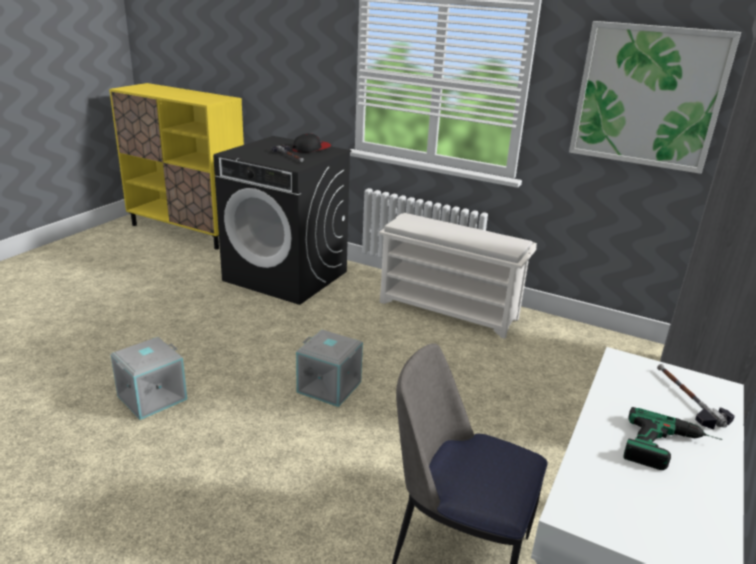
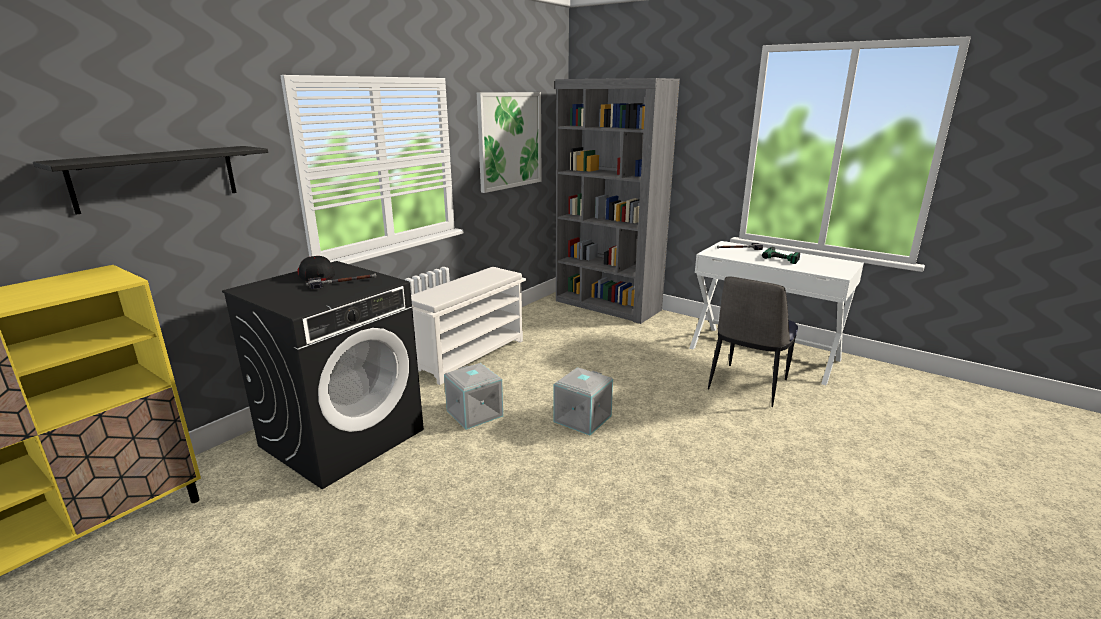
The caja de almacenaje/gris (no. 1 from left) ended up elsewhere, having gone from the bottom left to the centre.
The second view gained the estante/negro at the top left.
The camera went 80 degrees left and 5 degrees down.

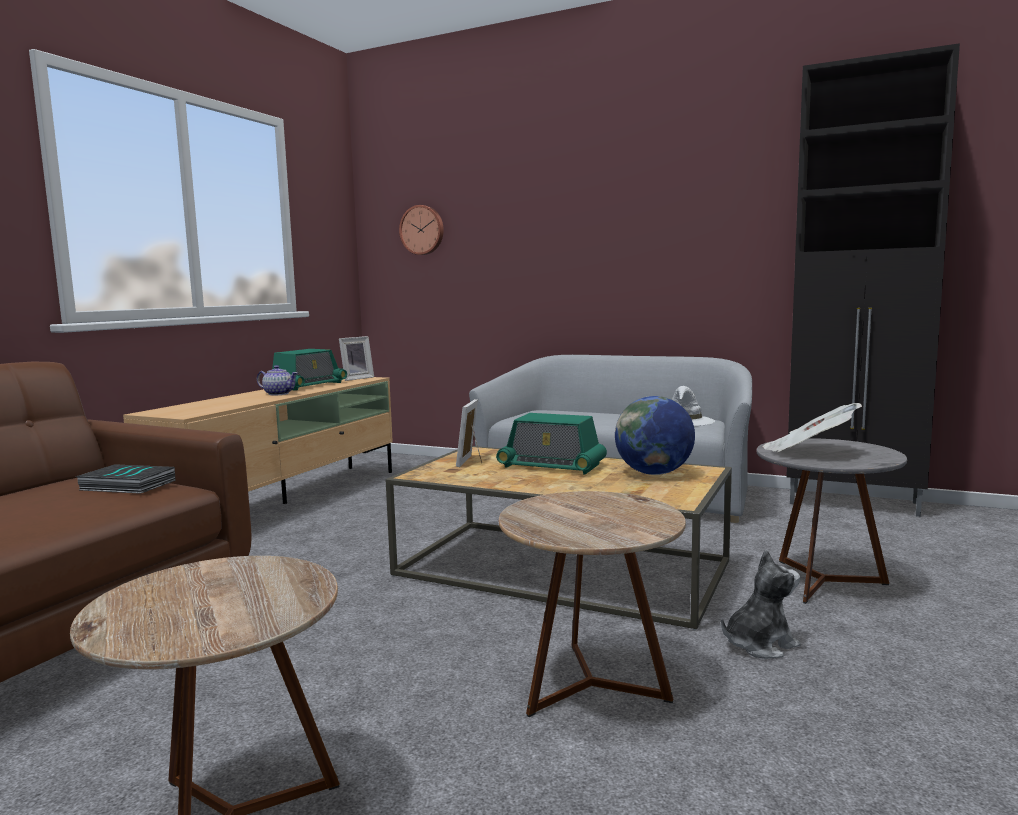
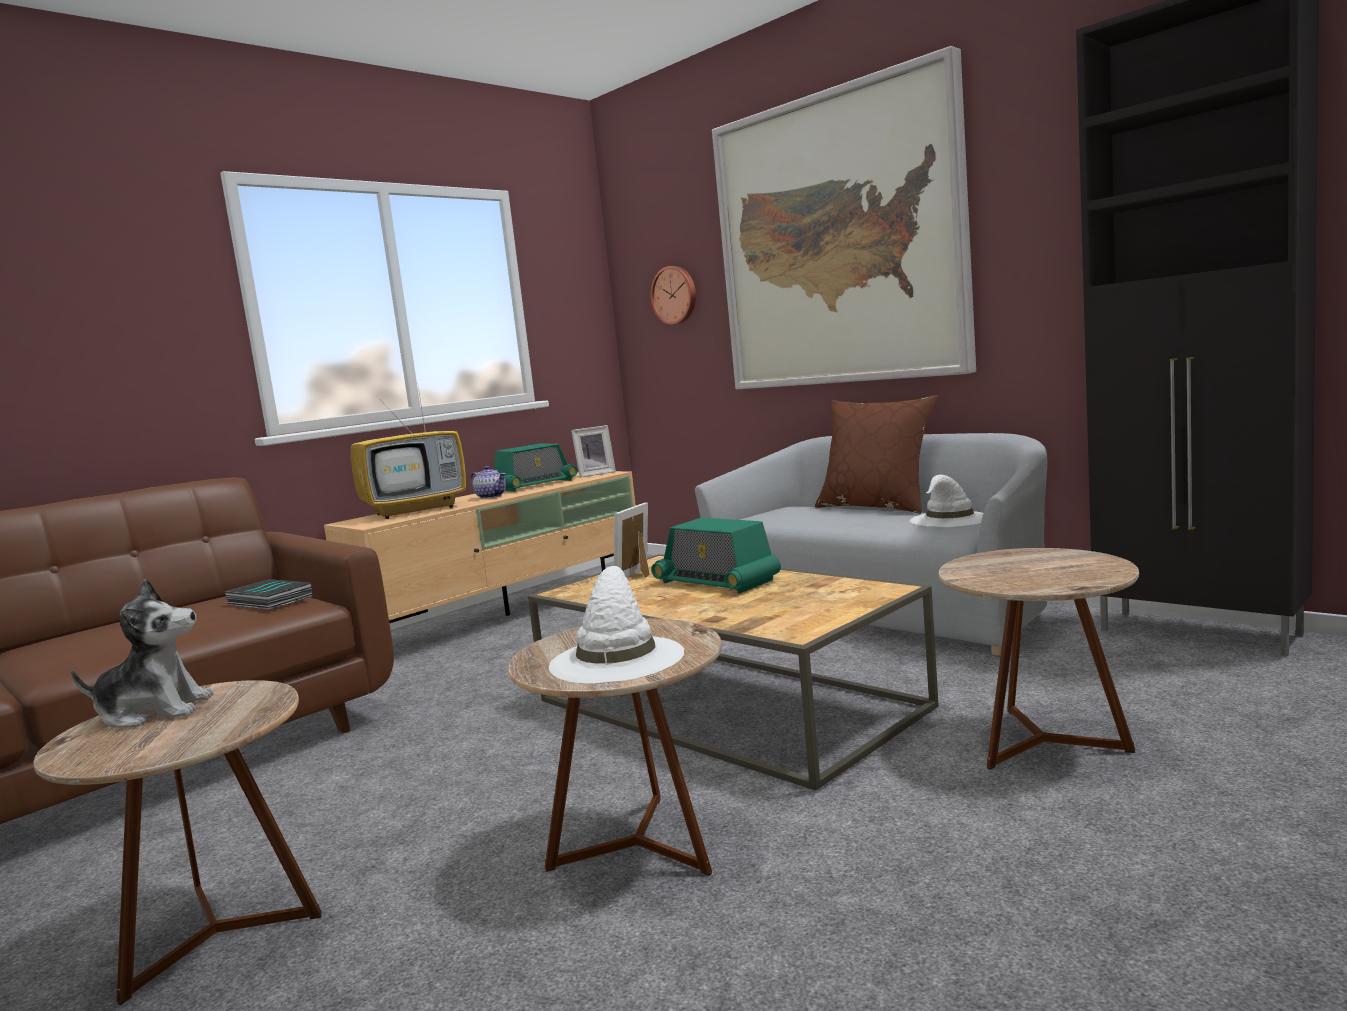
The second view lost the globo terráqueo at the centre.
The second view lost the periódico at the middle right.
What was the mesa auxiliar/gris at the middle right turned into the mesa auxiliar/marrón (no. 3 from left) at the middle right.
The peluche ended up elsewhere, having gone from the bottom right to the middle left.
The second view gained the cuadro at the top centre.
The second view gained the televisor at the middle left.
The second view gained the cojín/marrón at the centre.
The second view gained the sombrero/blanco (no. 1 from left) at the centre.
The camera went 20 degrees right and 0 degrees up.

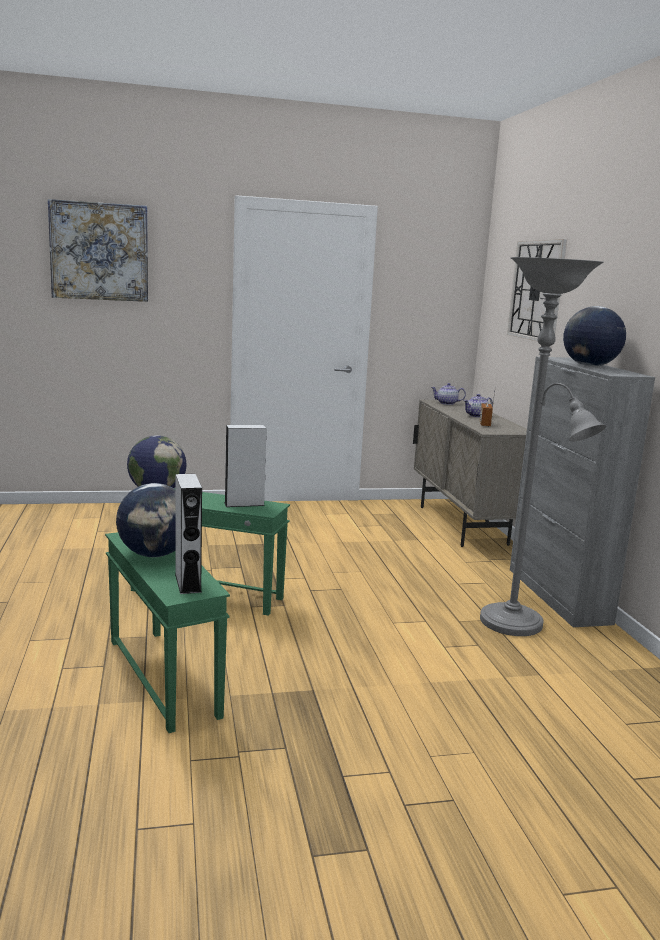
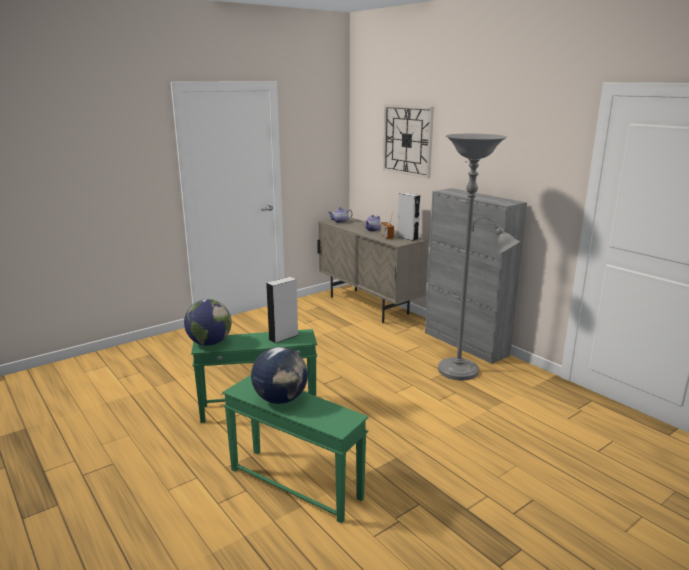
The second view lost the cuadro at the top left.
The second view lost the globo terráqueo (no. 3 from left) at the middle right.
The altavoz/gris (no. 1 from left in the first image) ended up elsewhere, having gone from the middle left to the centre.
The camera went 25 degrees left and 5 degrees up.

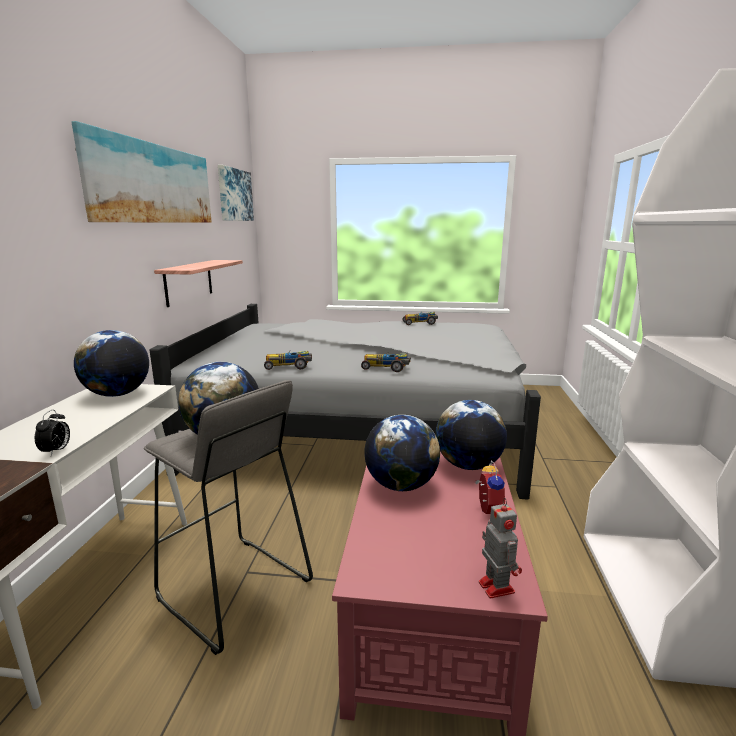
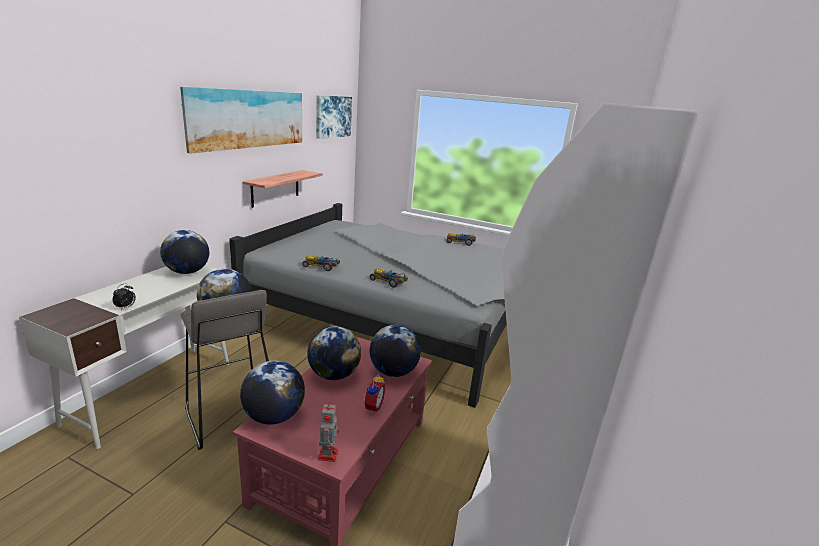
The second view gained the globo terráqueo (no. 3 from left) at the bottom left.
The camera went 15 degrees right and 5 degrees up.

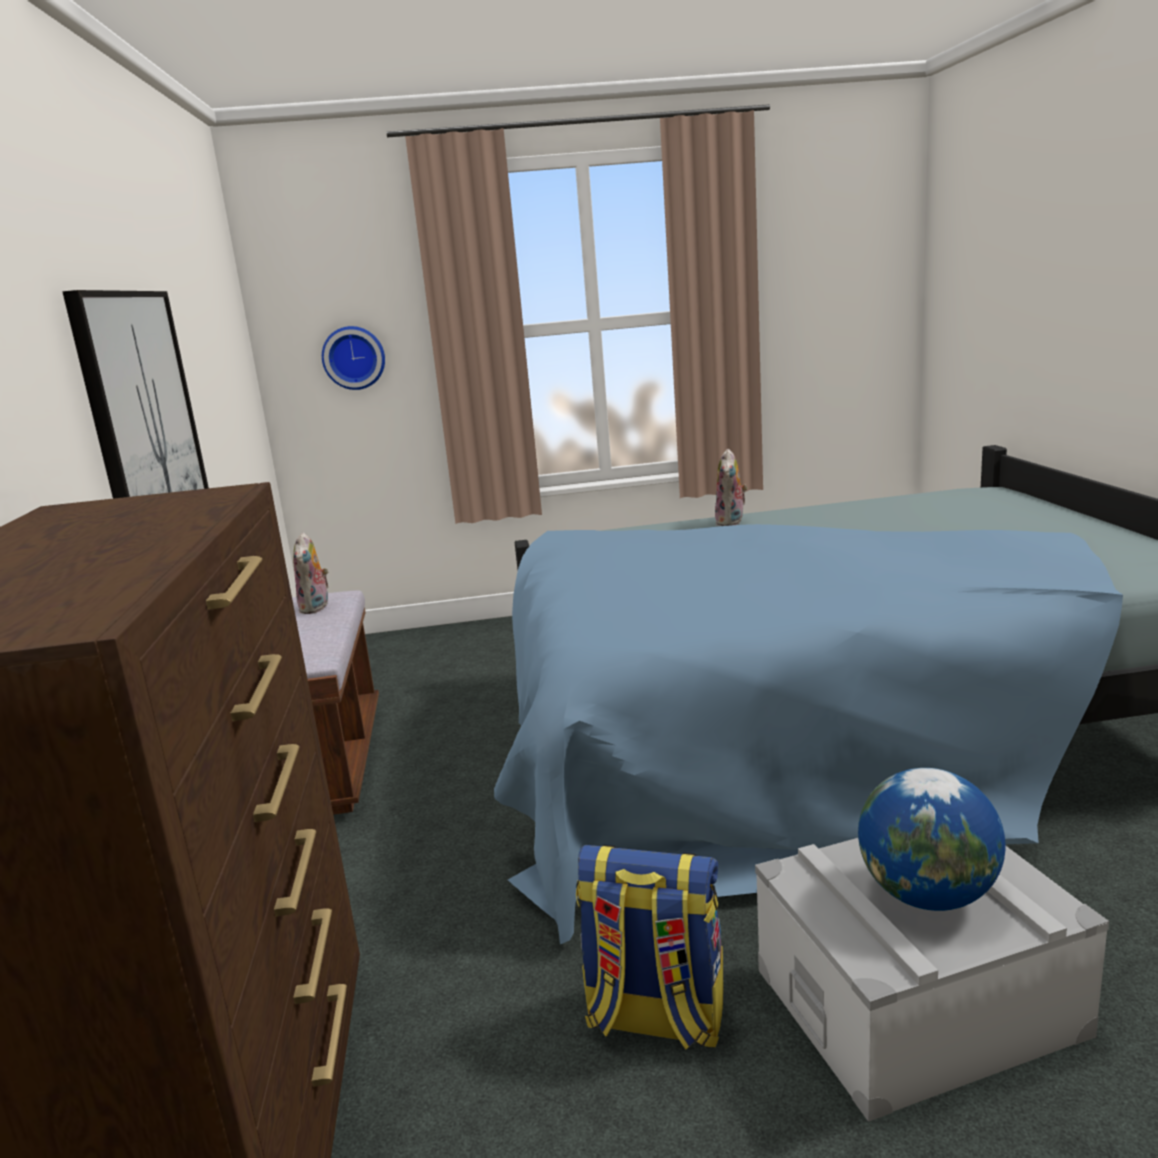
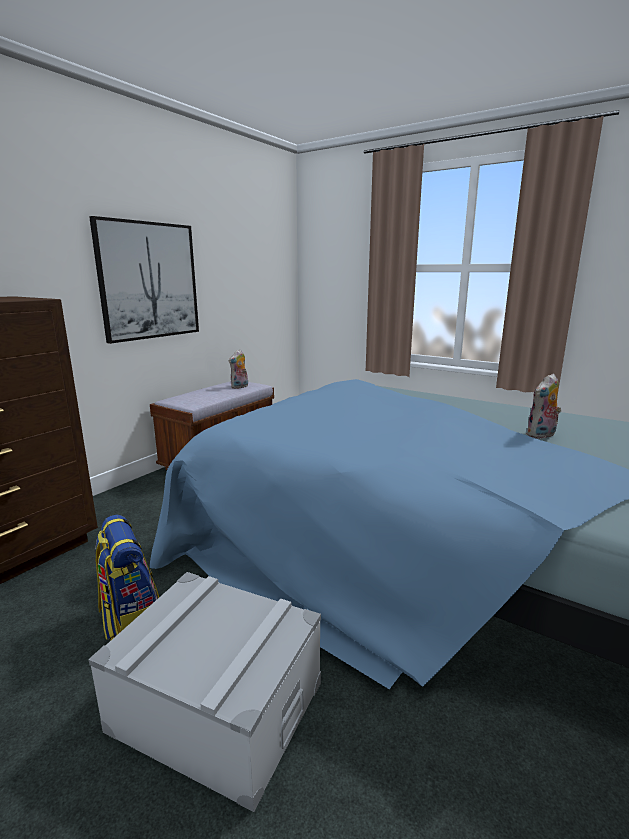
The second view lost the reloj de pared at the top left.
The peluche (no. 2 from left) ended up elsewhere, having gone from the centre to the middle right.
The second view lost the globo terráqueo at the bottom right.
The camera went 40 degrees right and 0 degrees up.

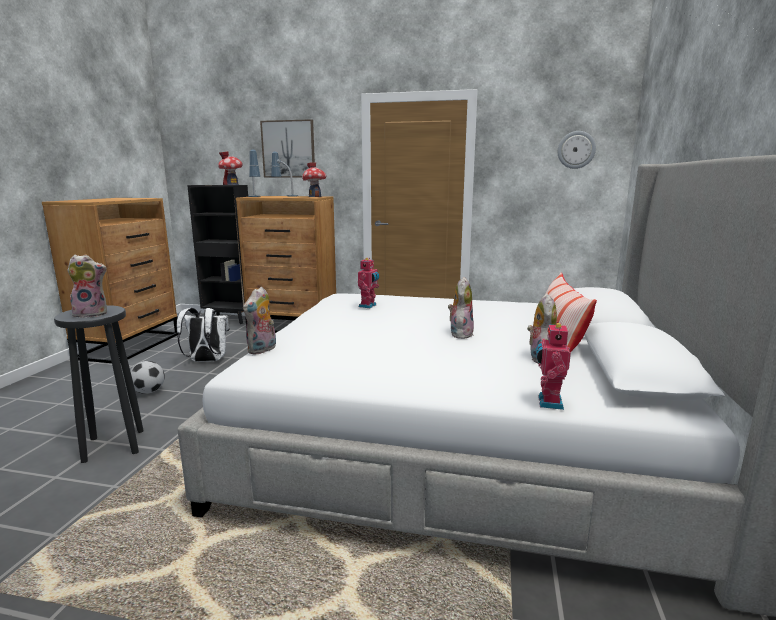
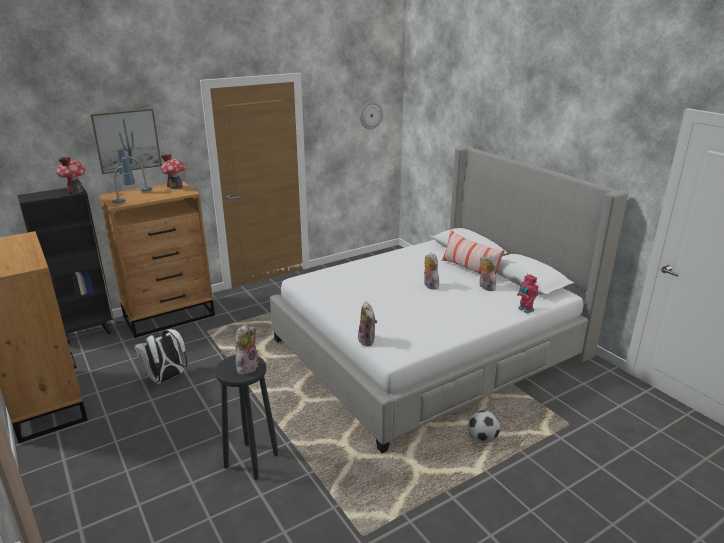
The second view lost the robot de juguete (no. 1 from left) at the centre.
The balón de fútbol ended up elsewhere, having gone from the middle left to the bottom right.
The camera went 45 degrees left and 10 degrees up.

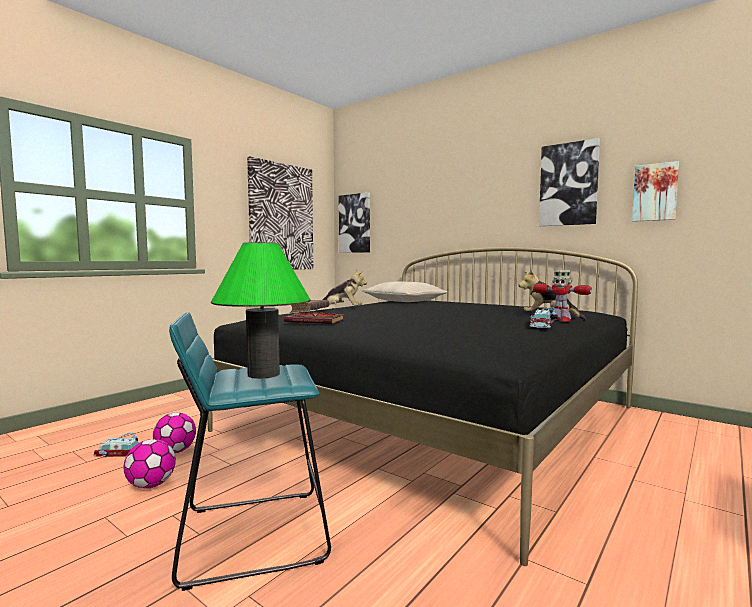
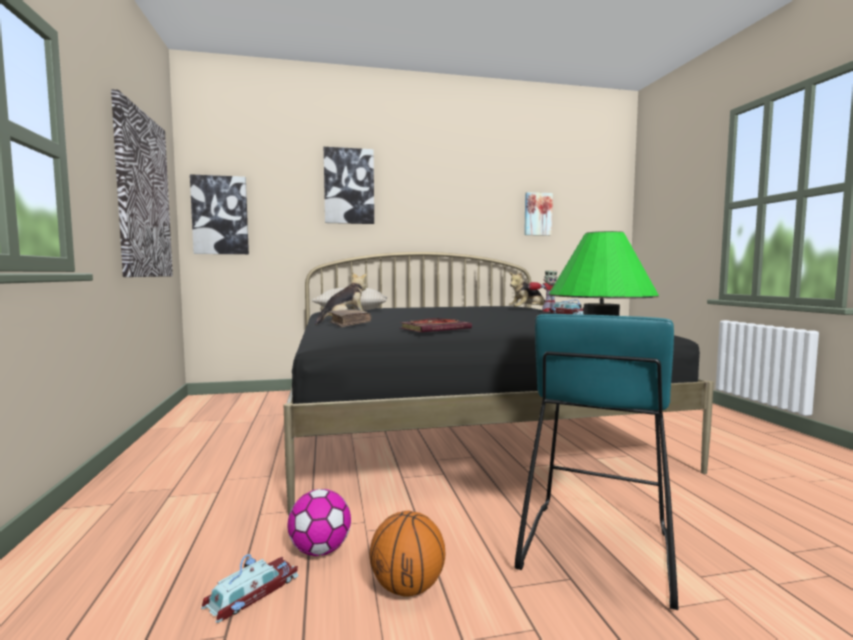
The cuadro (no. 3 from left) ended up elsewhere, having gone from the top right to the top centre.
Where the balón de fútbol (no. 1 from left) stood at the bottom left, the balón de baloncesto came to stand at the bottom centre.
The camera went 50 degrees left and 0 degrees up.

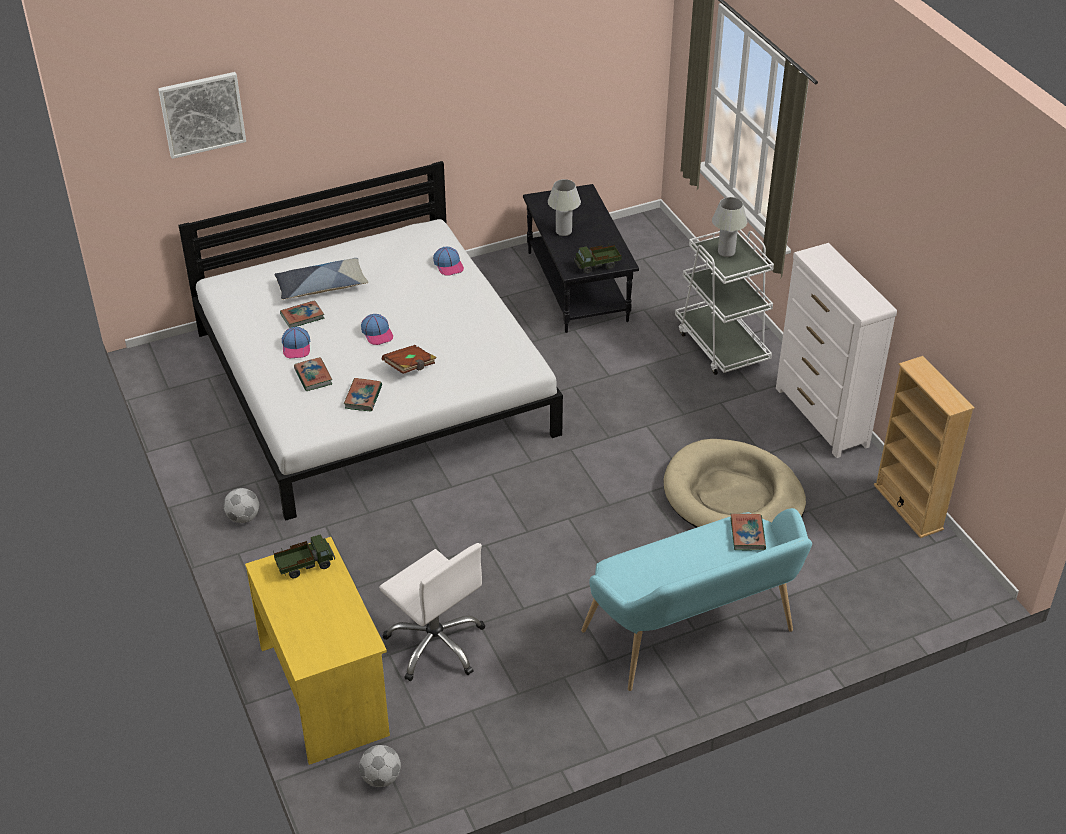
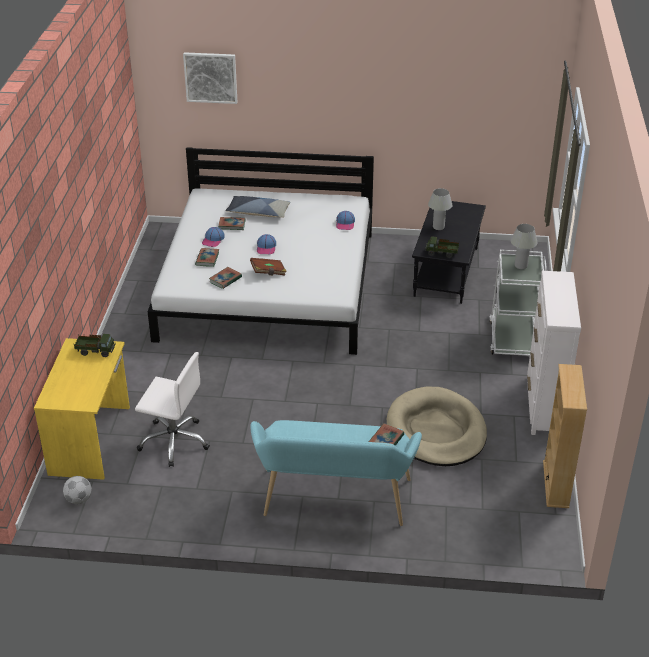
The second view lost the balón de fútbol (no. 1 from left) at the middle left.
The silla de oficina/blanco at the bottom centre ended up facing another way, 60 degrees counterclockwise from before.
The camera went 30 degrees right and 5 degrees down.

